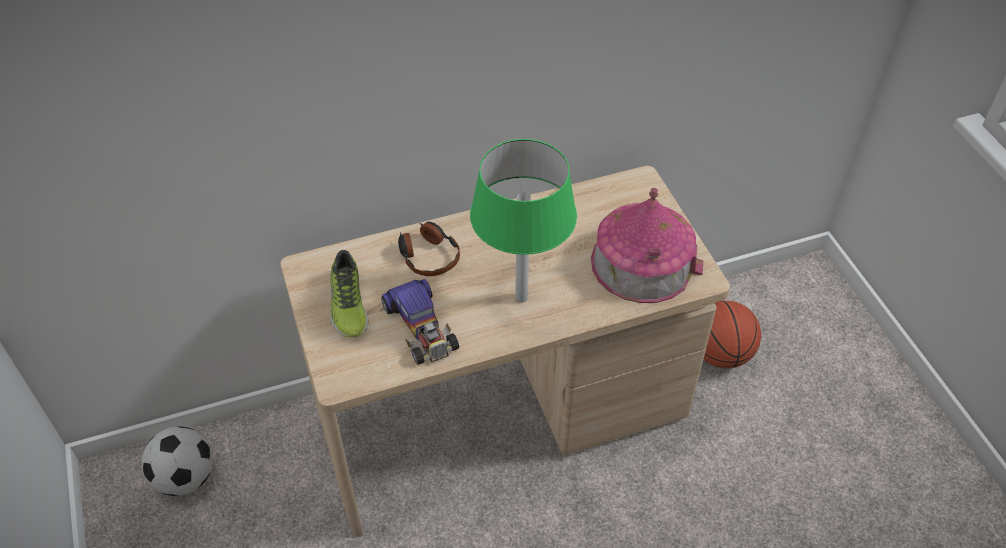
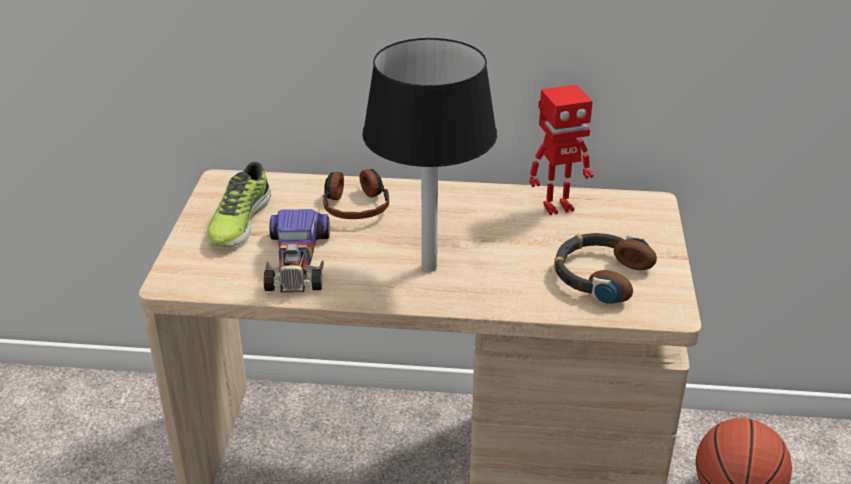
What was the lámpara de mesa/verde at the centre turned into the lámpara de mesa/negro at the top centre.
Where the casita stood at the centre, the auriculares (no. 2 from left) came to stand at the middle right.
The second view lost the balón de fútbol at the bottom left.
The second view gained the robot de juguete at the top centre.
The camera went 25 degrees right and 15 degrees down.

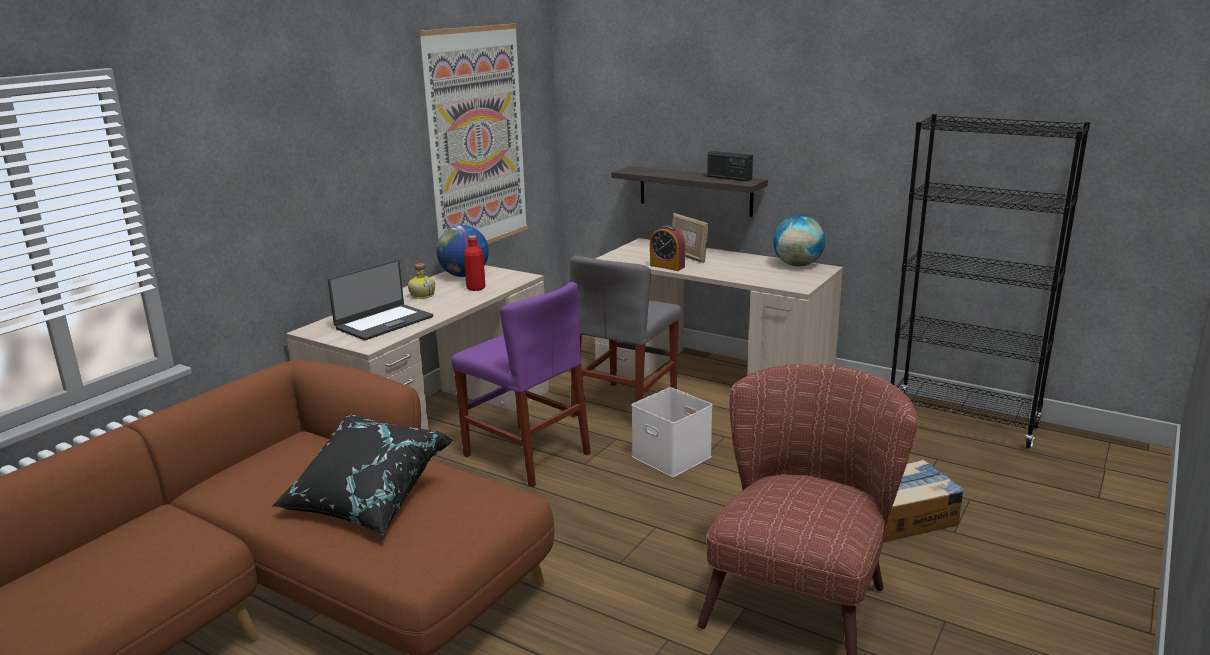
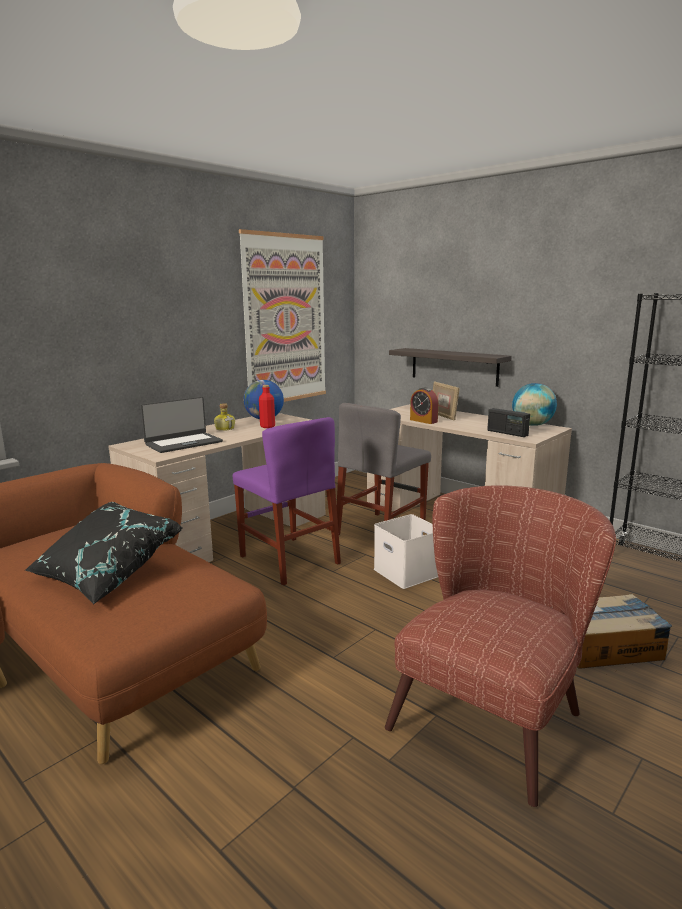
The radio ended up elsewhere, having gone from the top centre to the middle right.
The camera went 10 degrees right and 5 degrees down.

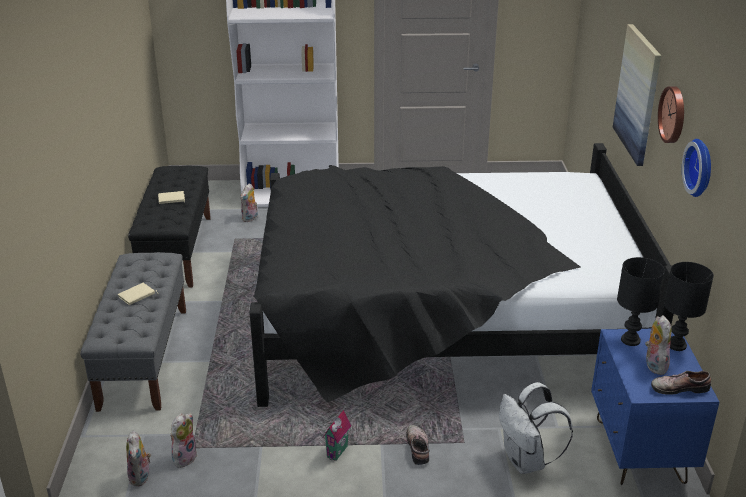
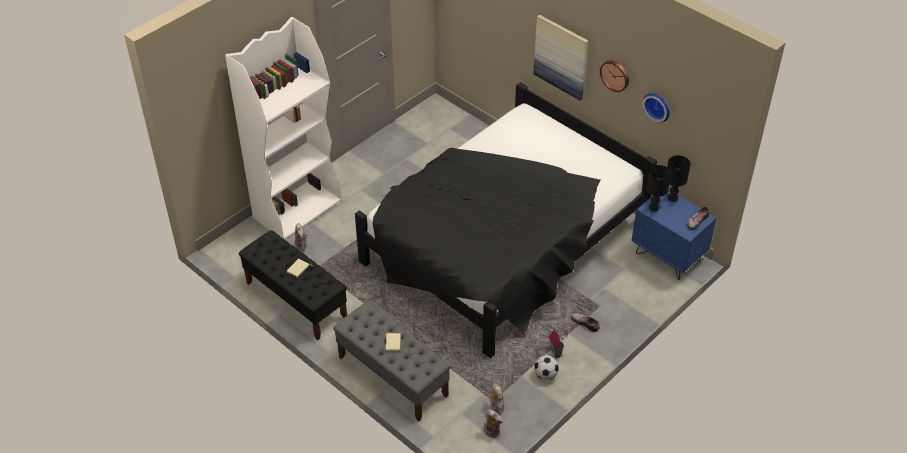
The second view lost the peluche (no. 4 from left) at the bottom right.
The second view lost the mochila/blanco at the bottom right.
The second view gained the balón de fútbol at the bottom centre.
The camera went 45 degrees left and 15 degrees up.

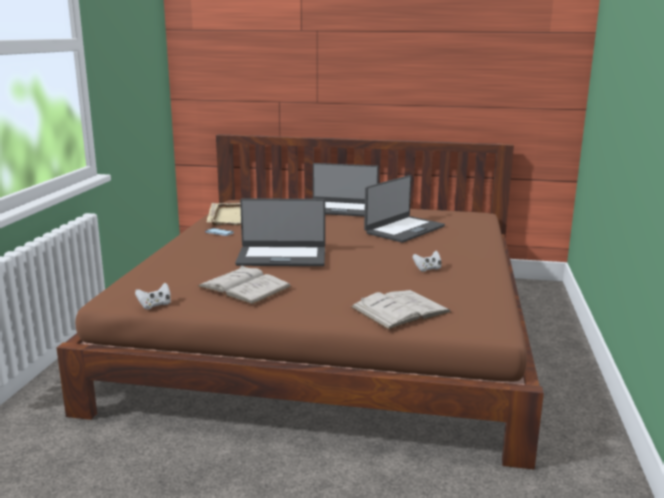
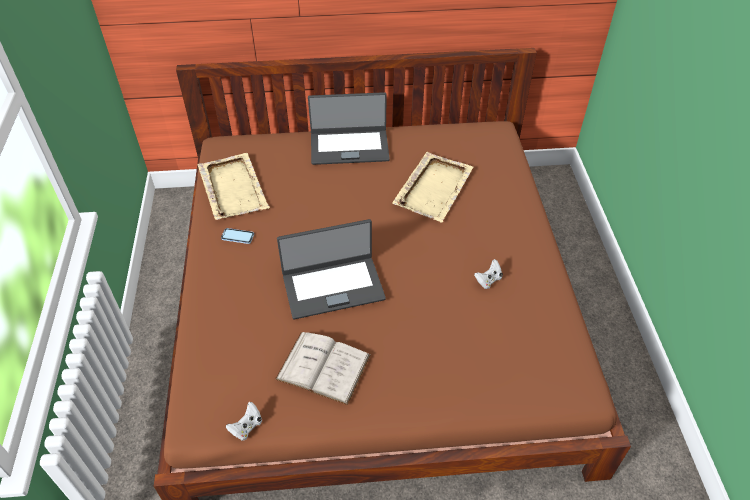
Where the portátil (no. 3 from left) stood at the centre, the bandeja/beis (no. 2 from left) came to stand at the centre.
The second view lost the libro/blanco (no. 2 from left) at the centre.
The camera went 15 degrees left and 30 degrees up.

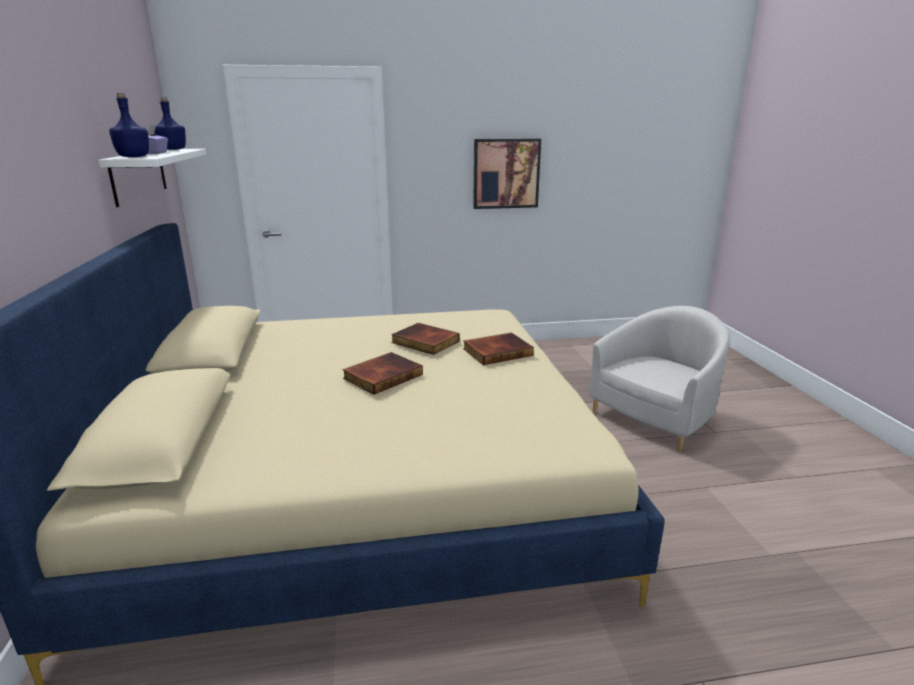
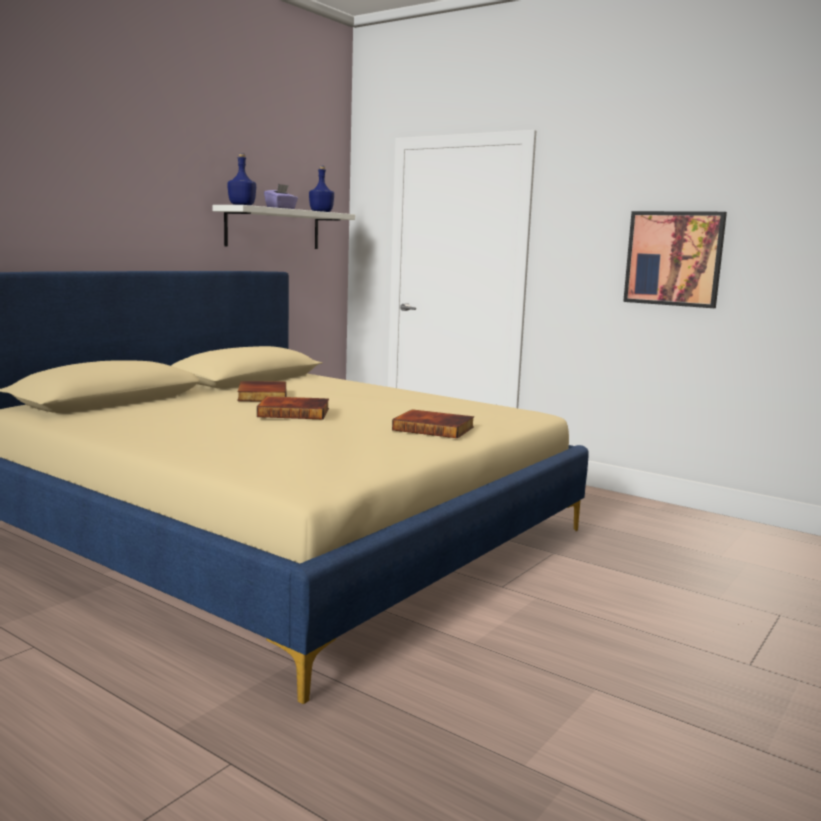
The second view lost the sillón/blanco at the middle right.
The libro (no. 2 from left in the first image) ended up elsewhere, having gone from the centre to the middle left.
The camera went 45 degrees right and 10 degrees down.

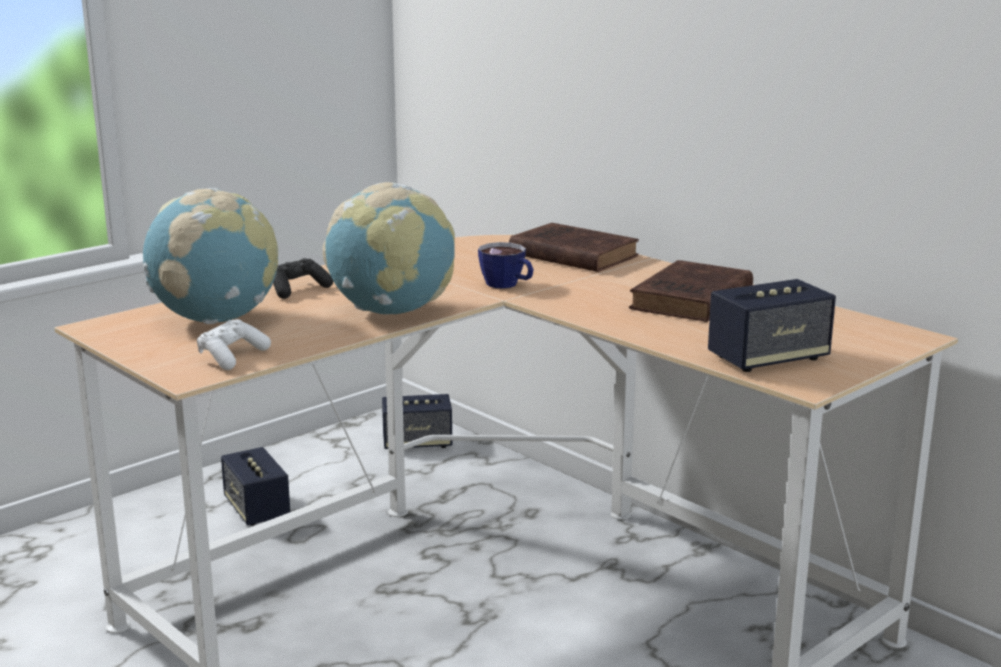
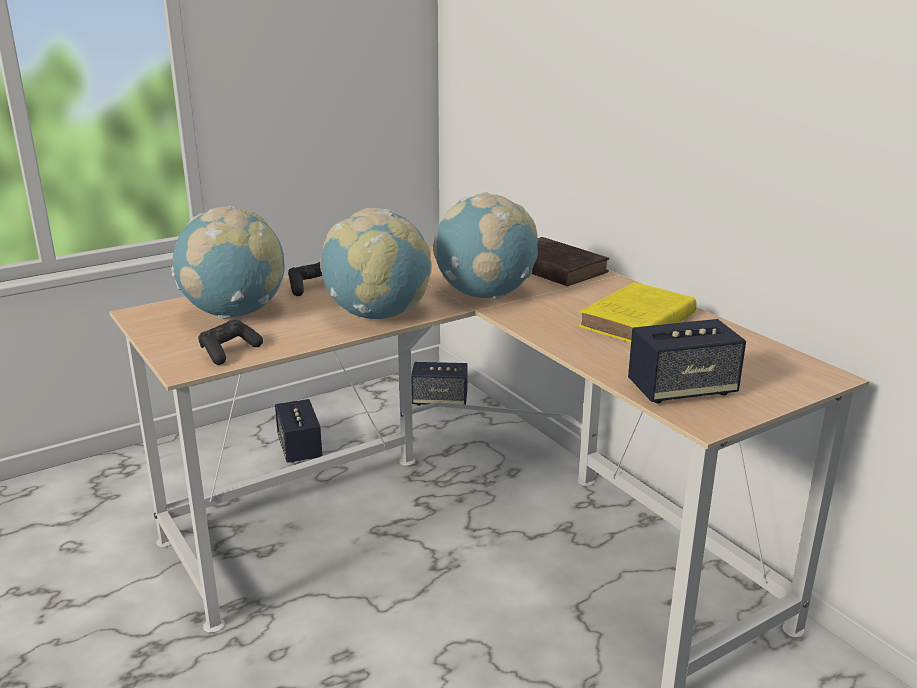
Where the taza stood at the centre, the globo terráqueo (no. 3 from left) came to stand at the centre.
What was the libro/marrón (no. 2 from left) at the middle right turned into the libro/amarillo at the middle right.
What was the mando de consola/blanco at the middle left turned into the mando de consola/negro (no. 1 from left) at the middle left.
The camera went 10 degrees right and 5 degrees up.

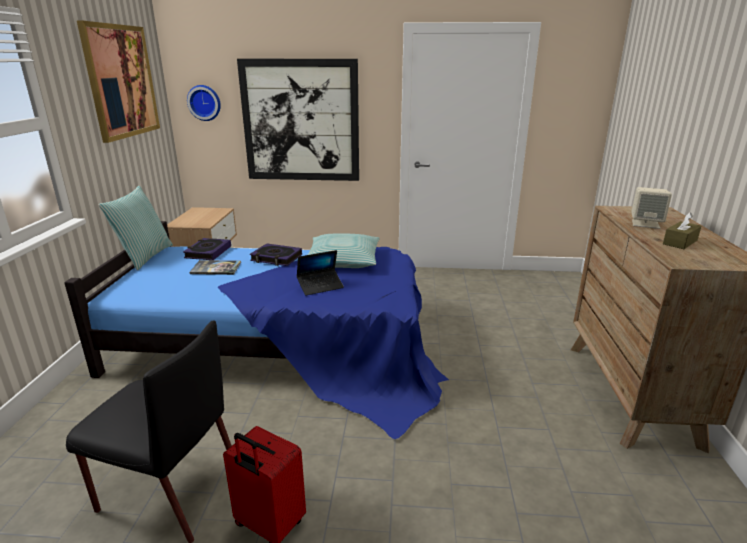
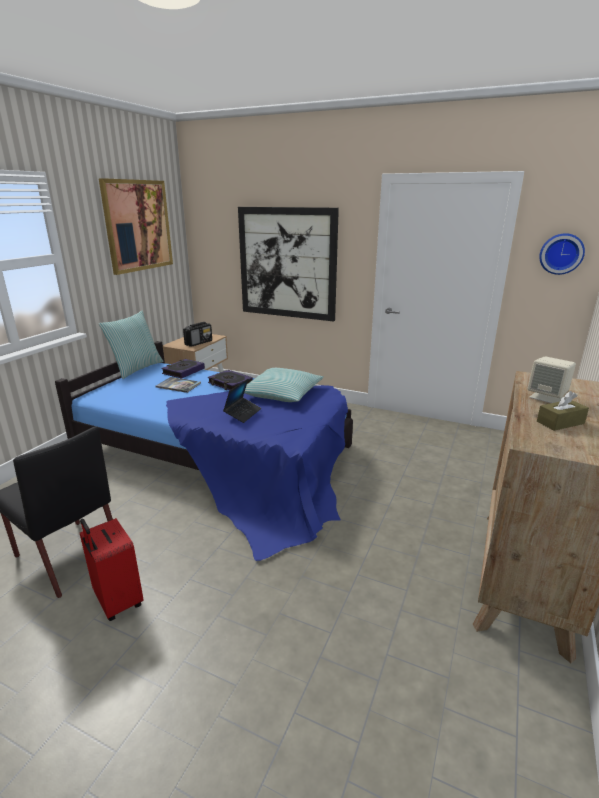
The reloj de pared ended up elsewhere, having gone from the top left to the top right.
The portátil at the centre ended up facing another way, 60 degrees counterclockwise from before.
The second view gained the radio at the middle left.
The camera went 20 degrees right and 0 degrees up.

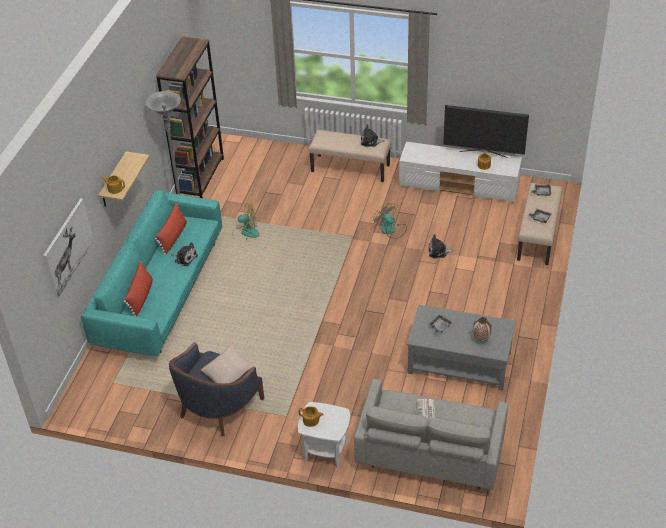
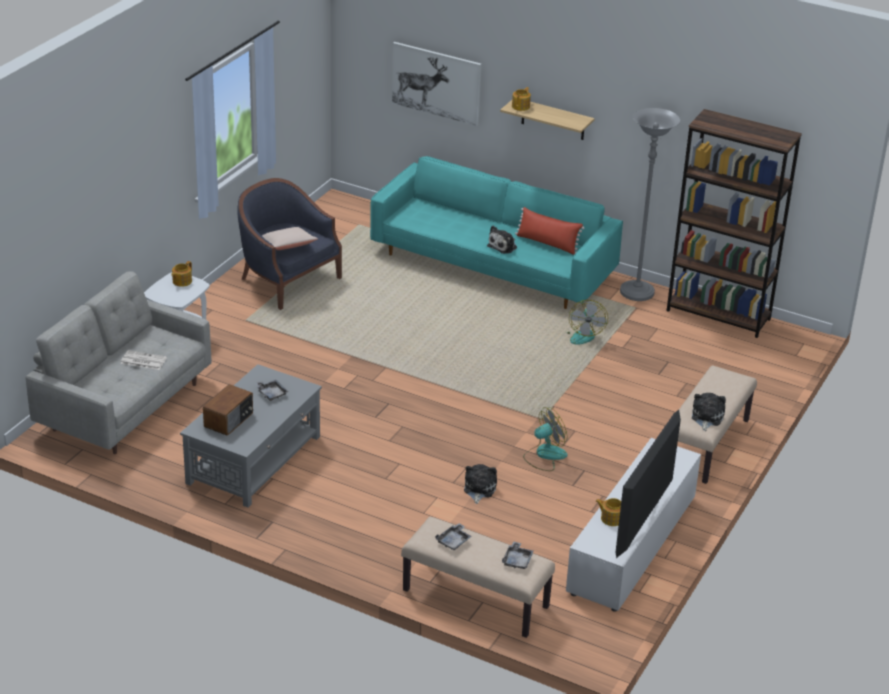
The second view lost the cojín/rojo (no. 1 from left) at the middle left.
Where the florero stood at the middle right, the radio came to stand at the middle left.
The camera went 100 degrees right and 10 degrees down.

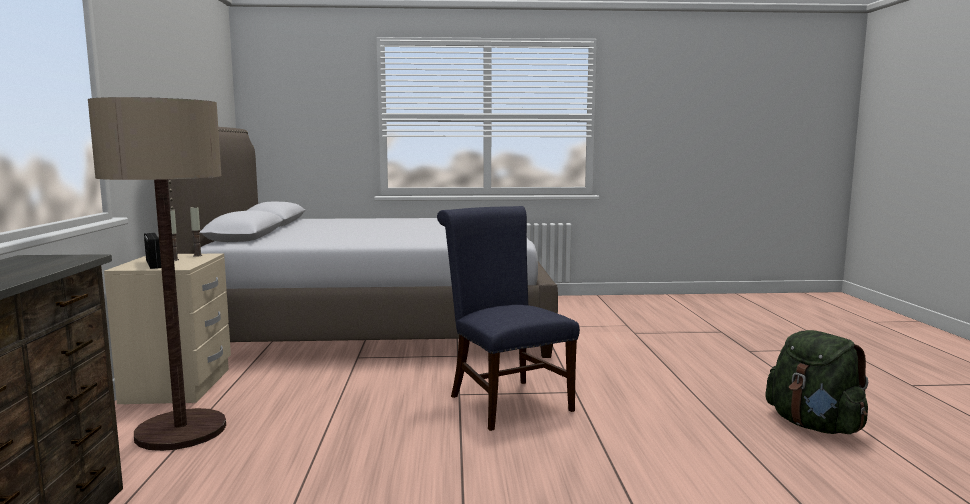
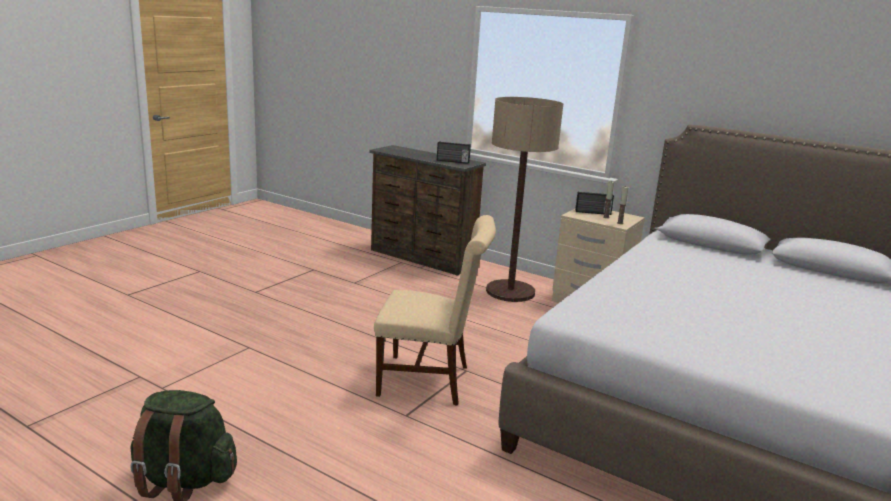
What was the silla/azul at the centre turned into the silla/beis at the centre.
The second view gained the radio (no. 1 from left) at the top centre.
The camera went 125 degrees right and 10 degrees up.

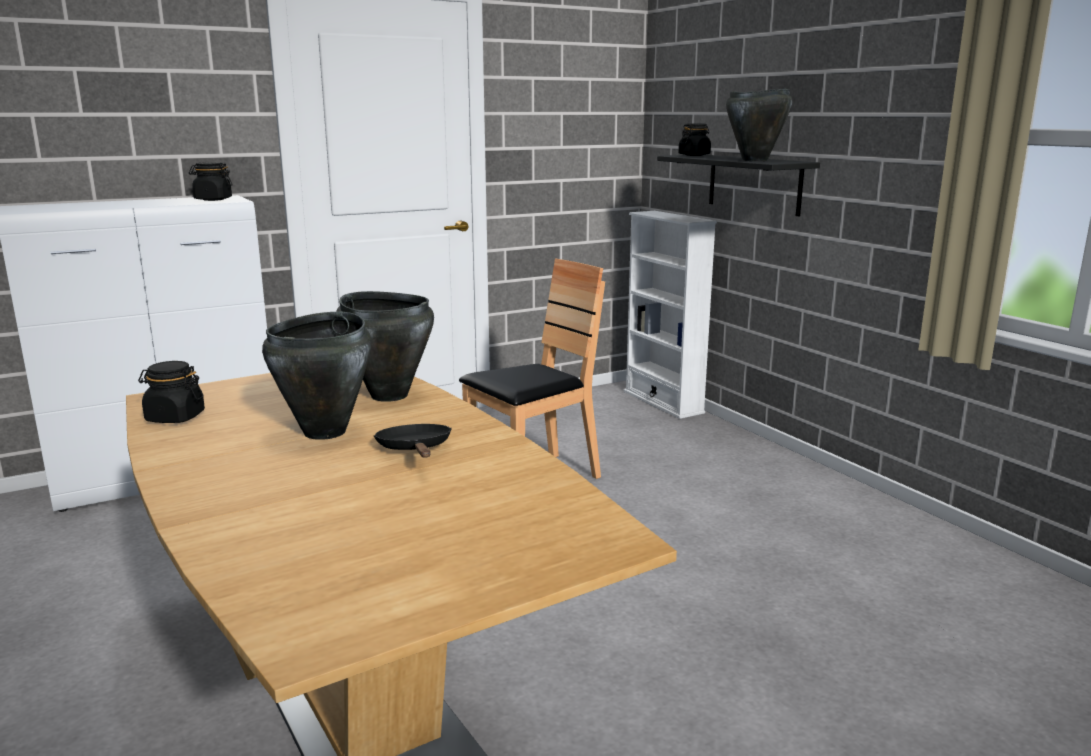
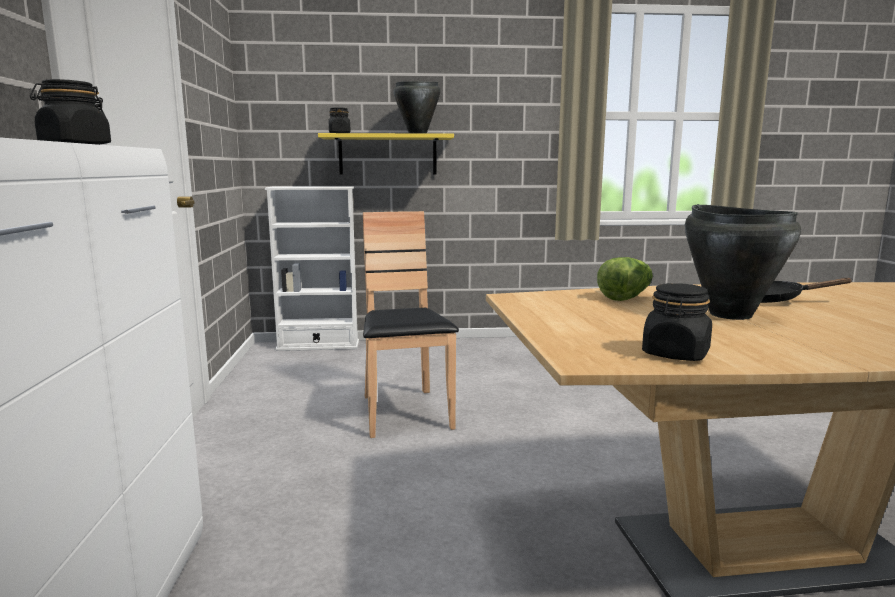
What was the estante/negro at the top right turned into the estante/amarillo at the top centre.
Where the olla/negro (no. 2 from left) stood at the centre, the lechuga came to stand at the middle right.
The camera went 65 degrees left and 5 degrees down.

